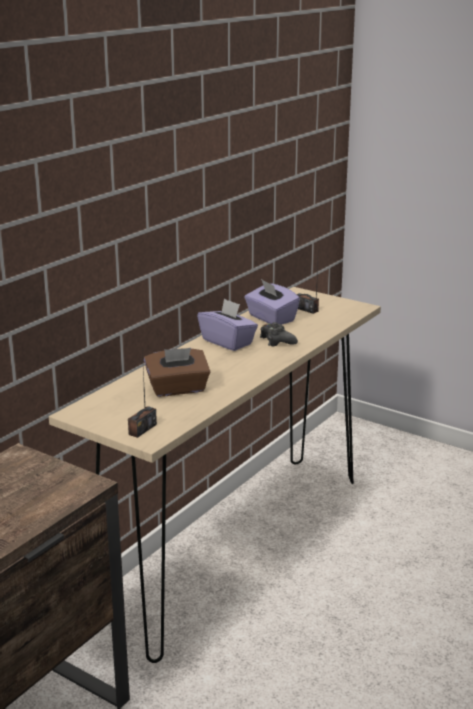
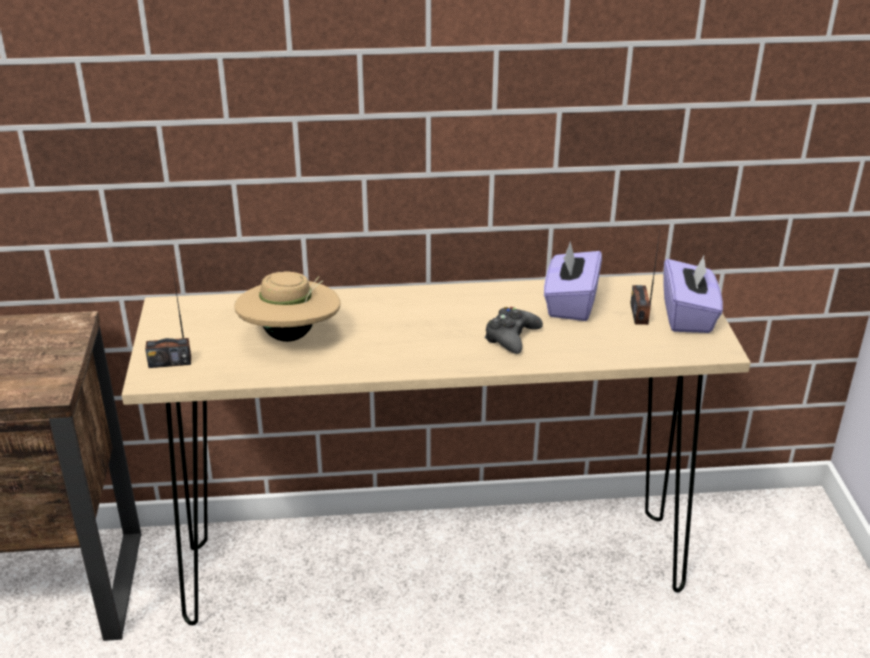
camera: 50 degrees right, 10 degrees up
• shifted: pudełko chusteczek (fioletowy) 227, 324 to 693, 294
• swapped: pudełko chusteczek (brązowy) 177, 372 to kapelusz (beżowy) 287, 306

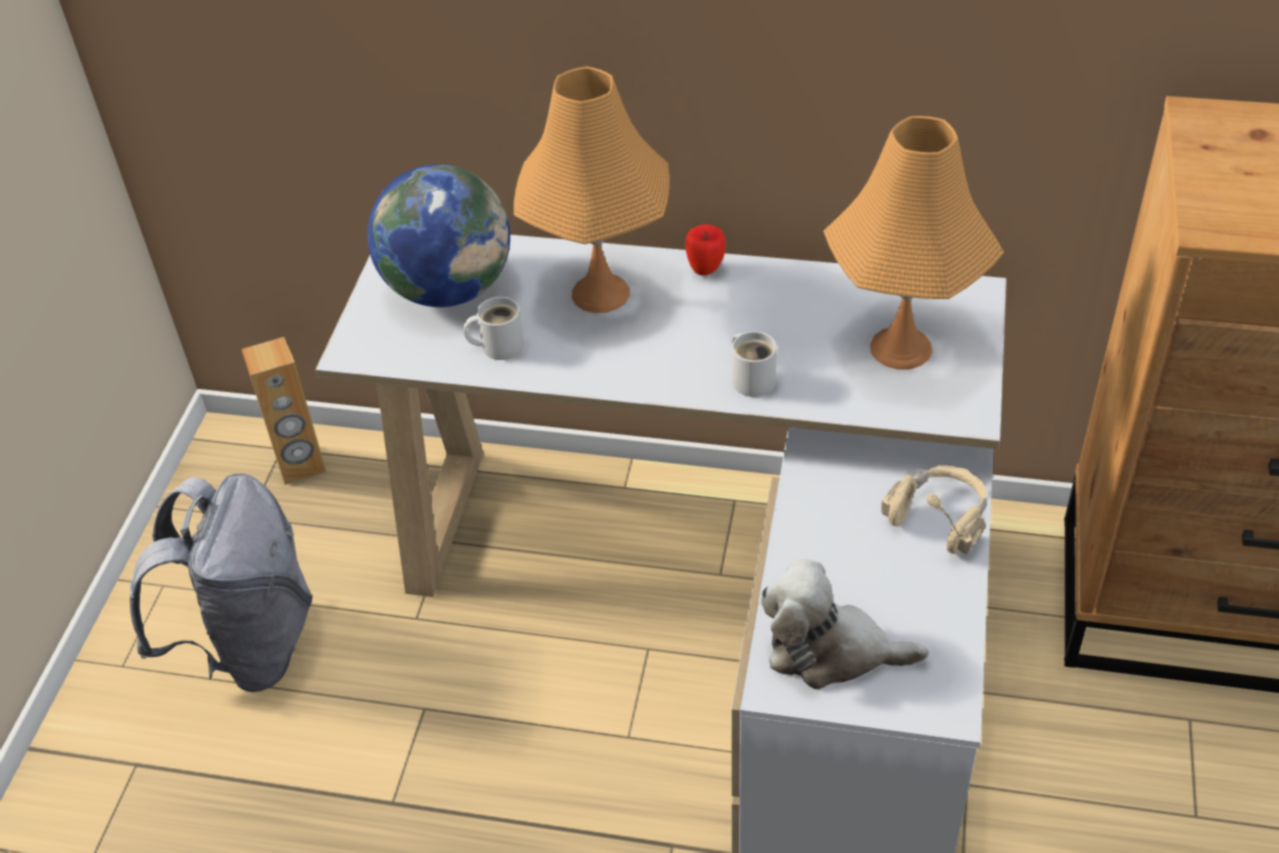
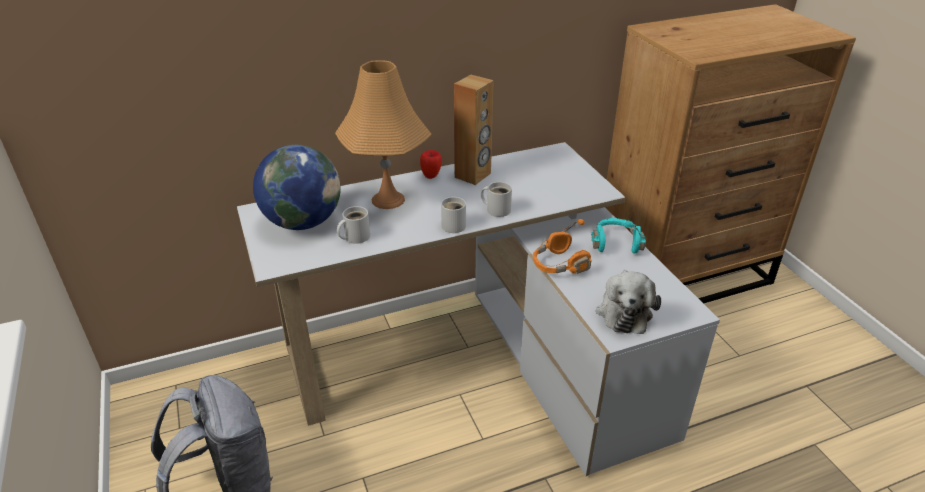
camera: 35 degrees left, 10 degrees down
• gone: lampa stołowa (pomarańczowy) 913, 242
• new: kubek (biały) 453, 215
• new: słuchawki (pomarańczowy) 562, 246
• shifted: głośnik (brązowy) 284, 411 to 474, 129
• repainted: słuchawki (beżowy) 934, 509 to słuchawki (turkusowy) 618, 236
• rotated: pluszak 845, 624 = 628, 302 60 degrees counterclockwise

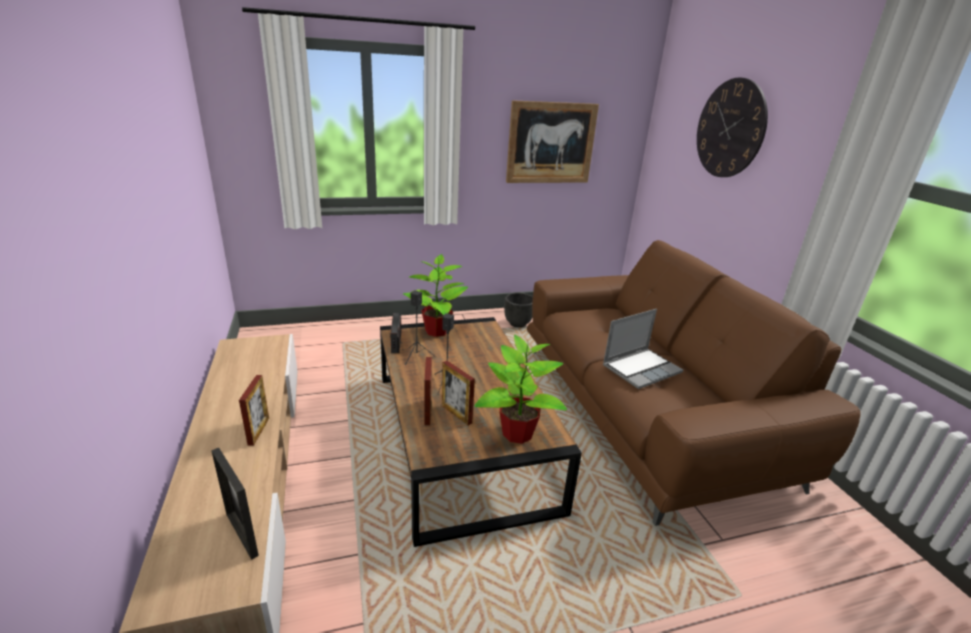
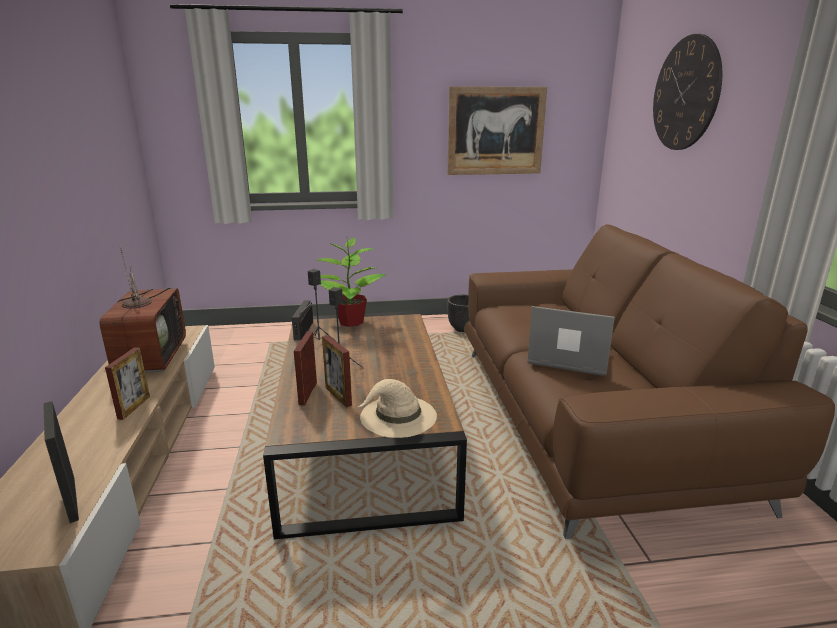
camera: 10 degrees right, 5 degrees down
• new: telewizor 142, 309
• swapped: roślina doniczkowa 521, 389 to kapelusz (beżowy) 397, 408
• rotated: laptop 643, 349 = 571, 341 135 degrees counterclockwise

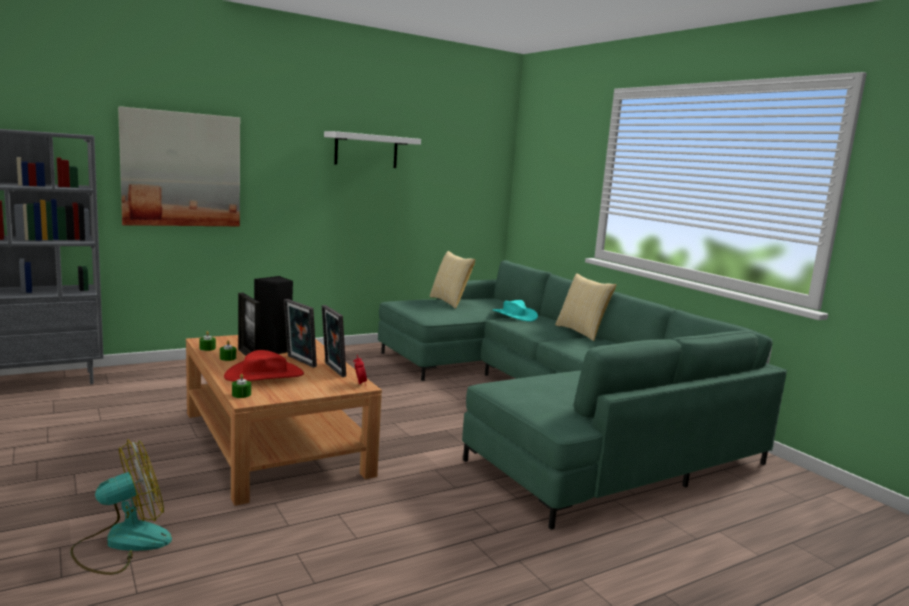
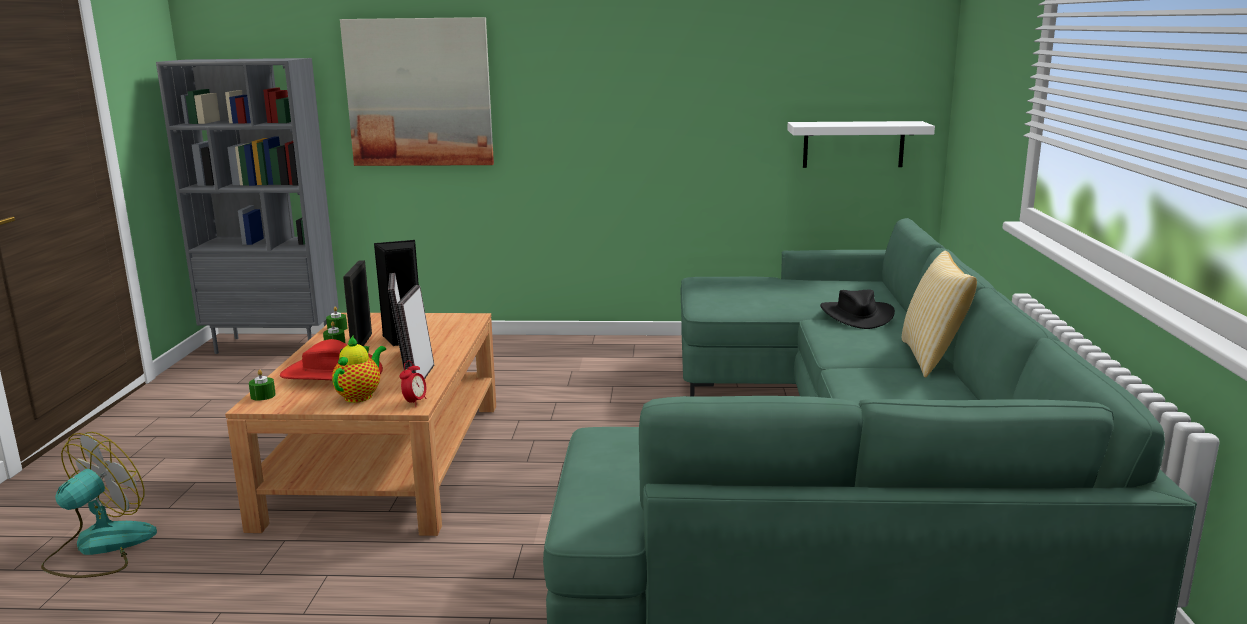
camera: 35 degrees right, 5 degrees up
• gone: poduszka 452, 280
• new: imbryk 359, 369
• shifted: półka (biały) 372, 149 to 861, 144
• repainted: kapelusz (turkusowy) 515, 310 to kapelusz (czarny) 857, 309
• rotated: wentylator 121, 507 = 99, 505 60 degrees counterclockwise

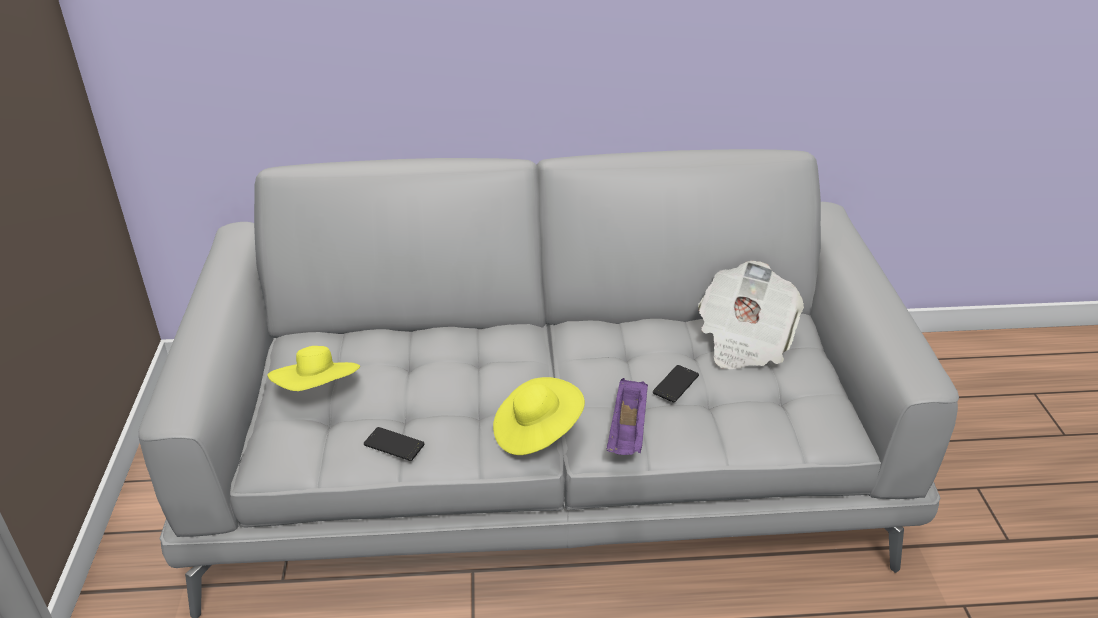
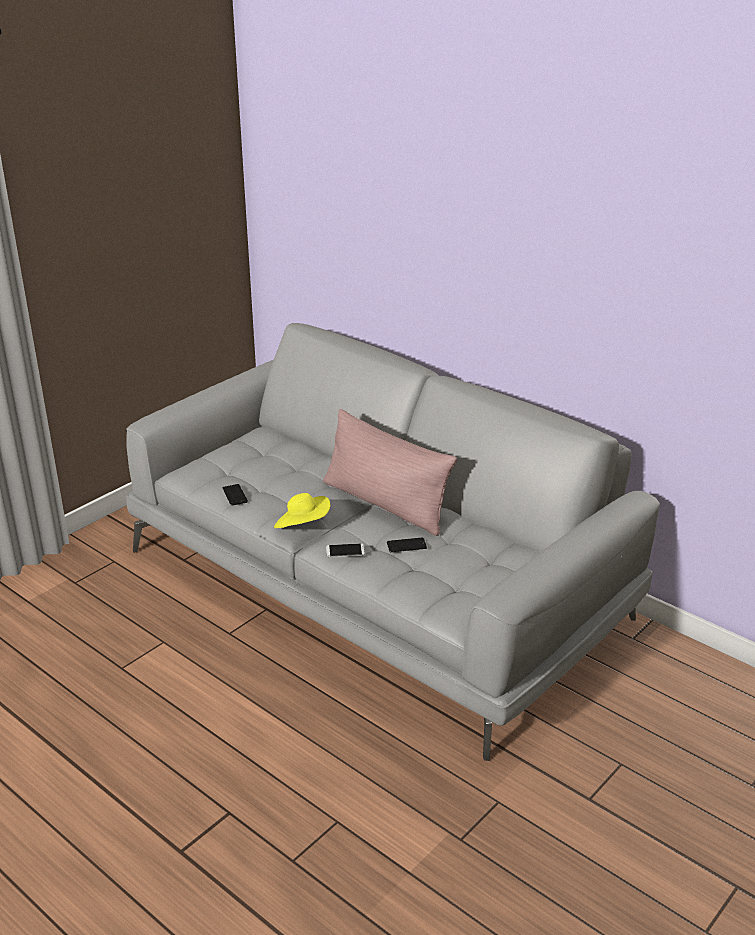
camera: 45 degrees right, 5 degrees down
• gone: kapelusz (żółty) 313, 368
• gone: gazeta 751, 315
• new: poduszka (różowy) 390, 472
• swapped: taca (fioletowy) 627, 416 to telefon 345, 550

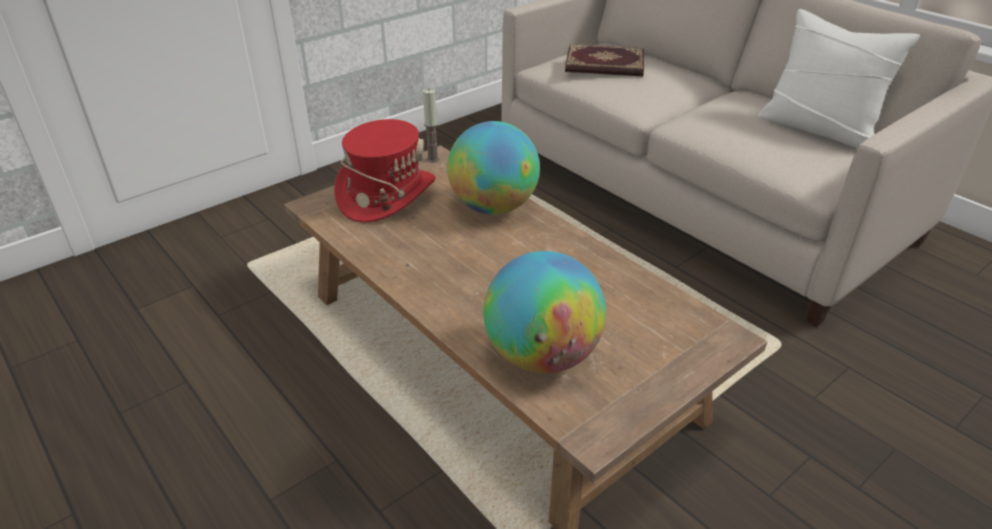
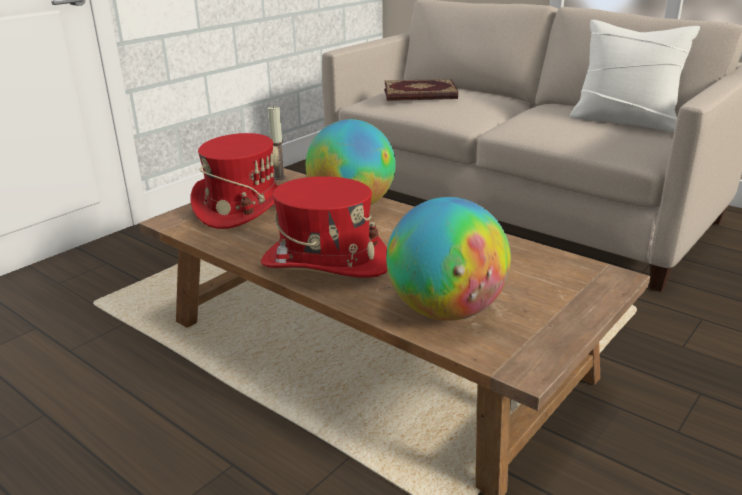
camera: 10 degrees left, 10 degrees down
• new: kapelusz (czerwony) 324, 227

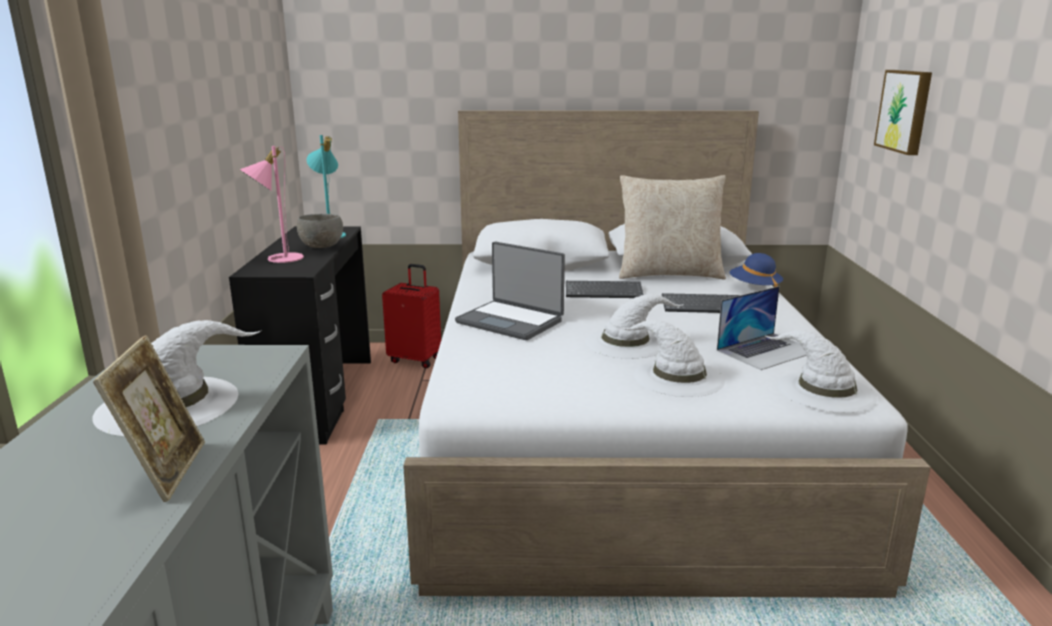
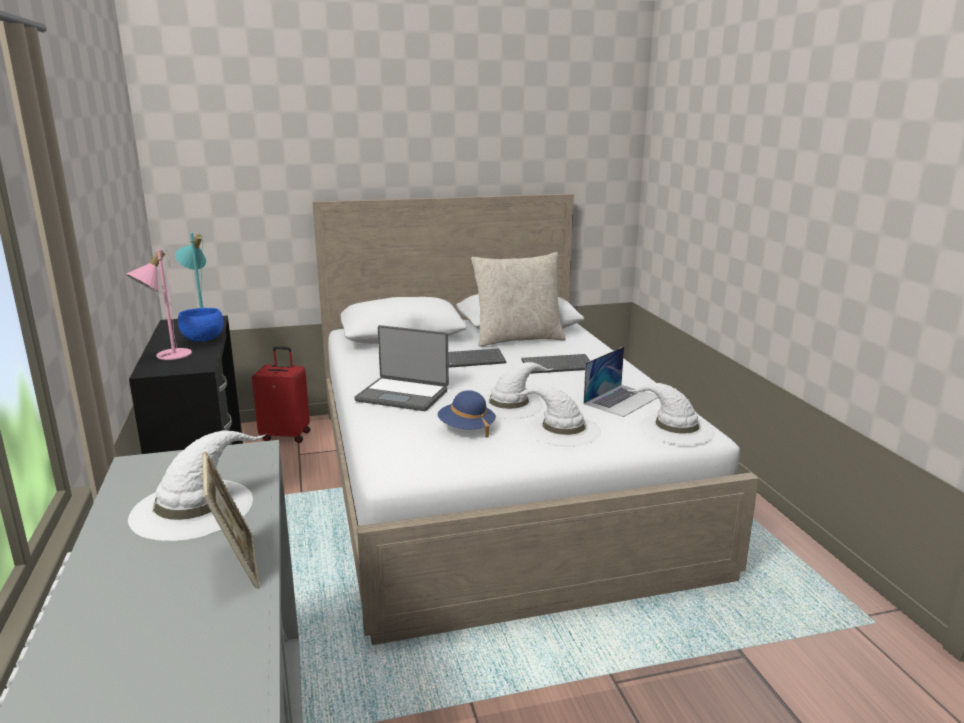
camera: 15 degrees left, 0 degrees up
• gone: obraz 903, 112
• shifted: kapelusz (niebieski) 756, 270 to 467, 414
• repainted: miska (szary) 320, 231 to miska (niebieski) 201, 325

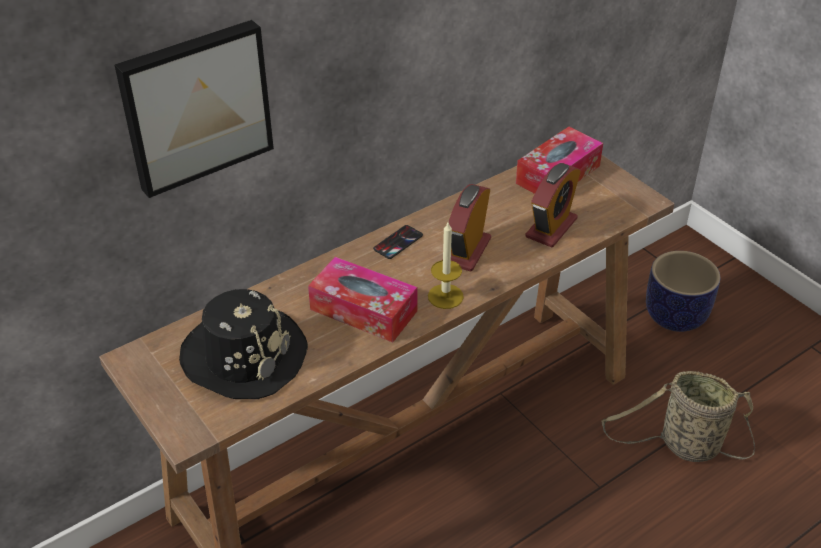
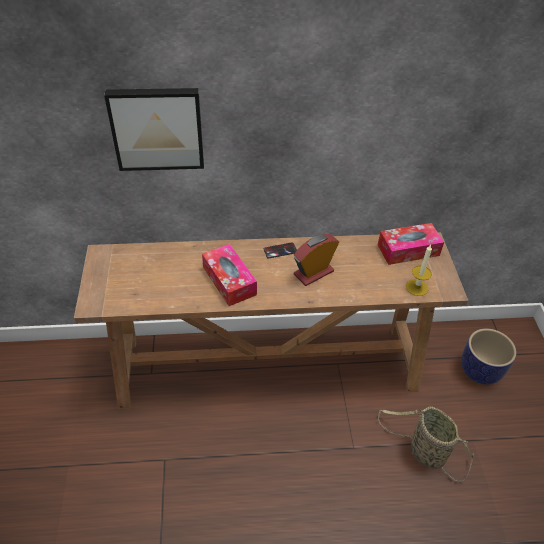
camera: 30 degrees right, 5 degrees up
• gone: kapelusz (czarny) 243, 344
• gone: budzik 553, 205
• shifted: świeca 446, 265 to 419, 270

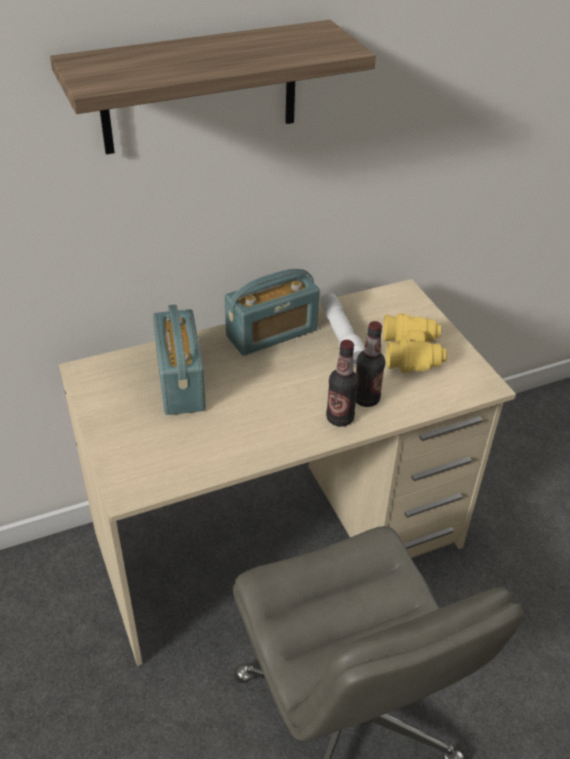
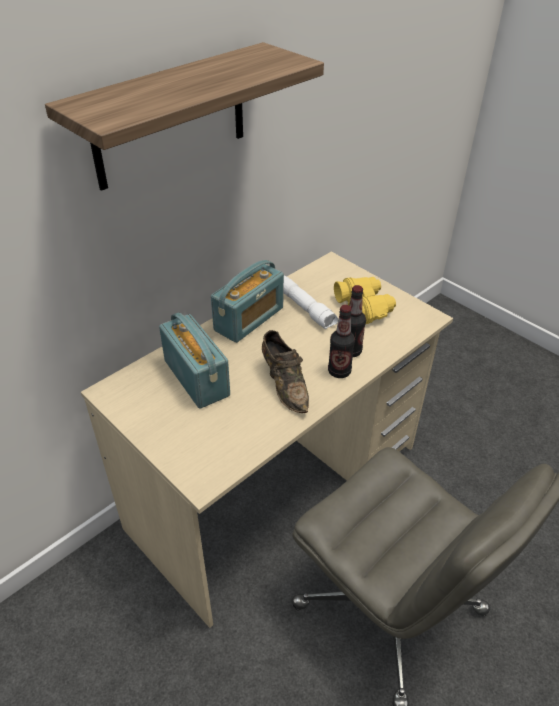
camera: 20 degrees left, 0 degrees up
• new: but (brązowy) 285, 371

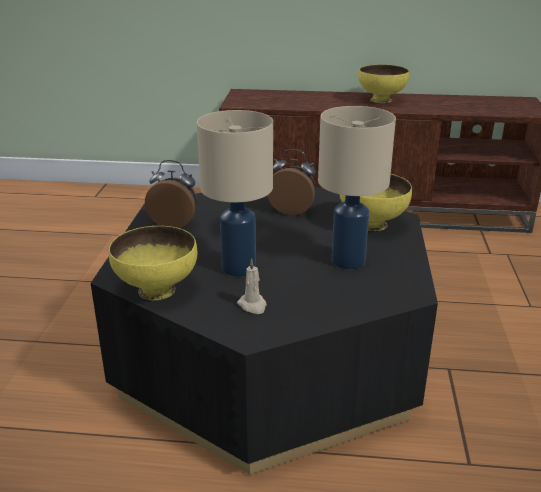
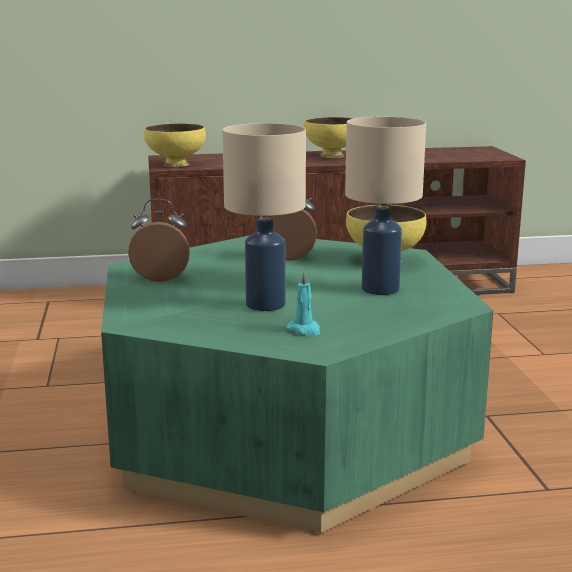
camera: 15 degrees left, 10 degrees down
• shifted: miska (żółty) 153, 263 to 175, 145
• repainted: ława (czarny) 264, 330 to ława (zielony) 297, 384
• repainted: świeca (beżowy) 252, 286 to świeca (turkusowy) 303, 304

